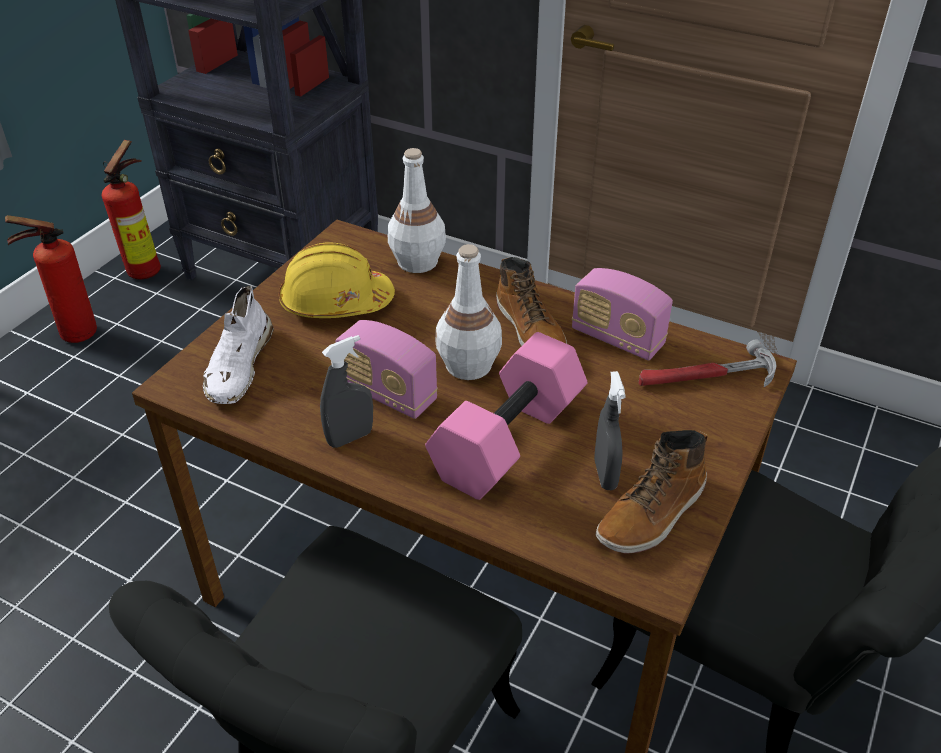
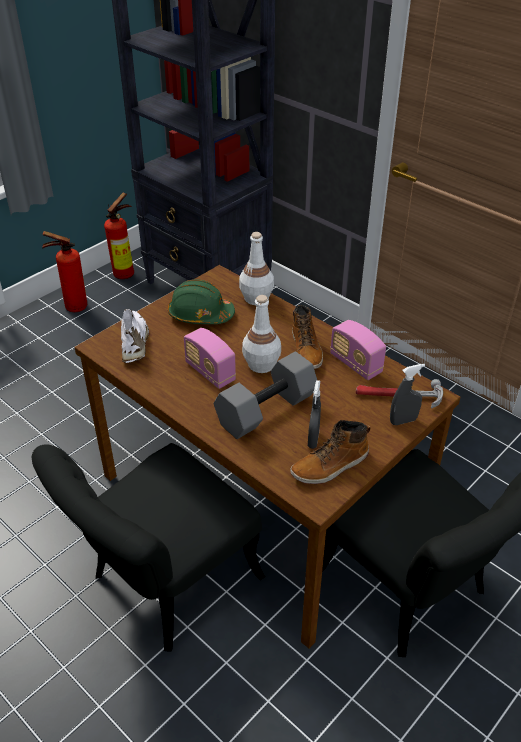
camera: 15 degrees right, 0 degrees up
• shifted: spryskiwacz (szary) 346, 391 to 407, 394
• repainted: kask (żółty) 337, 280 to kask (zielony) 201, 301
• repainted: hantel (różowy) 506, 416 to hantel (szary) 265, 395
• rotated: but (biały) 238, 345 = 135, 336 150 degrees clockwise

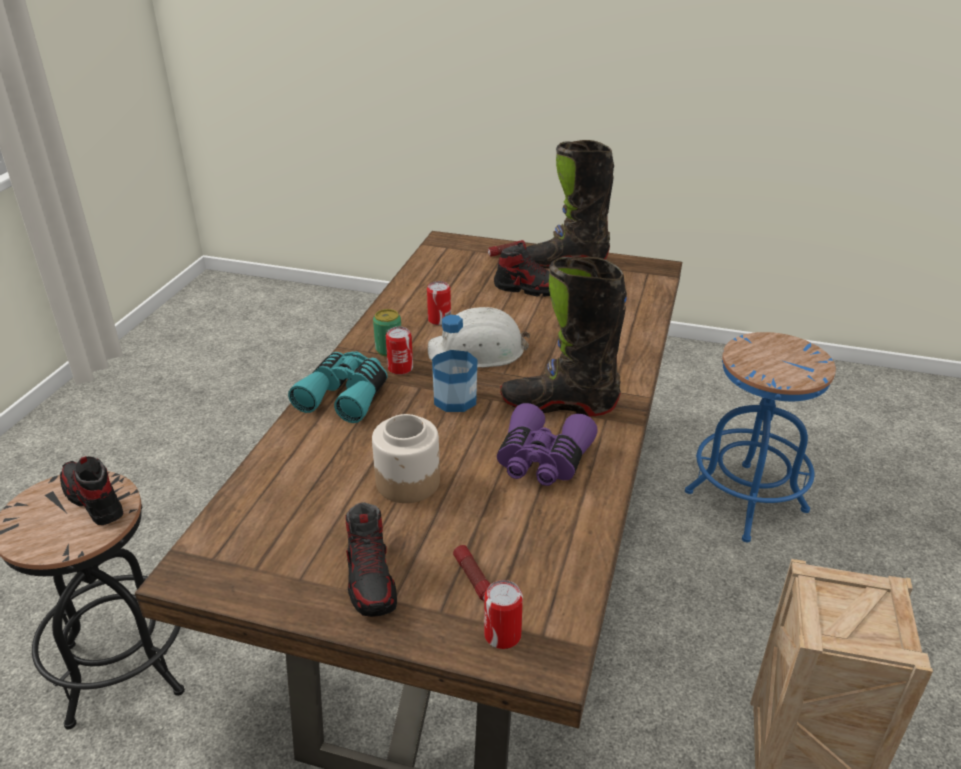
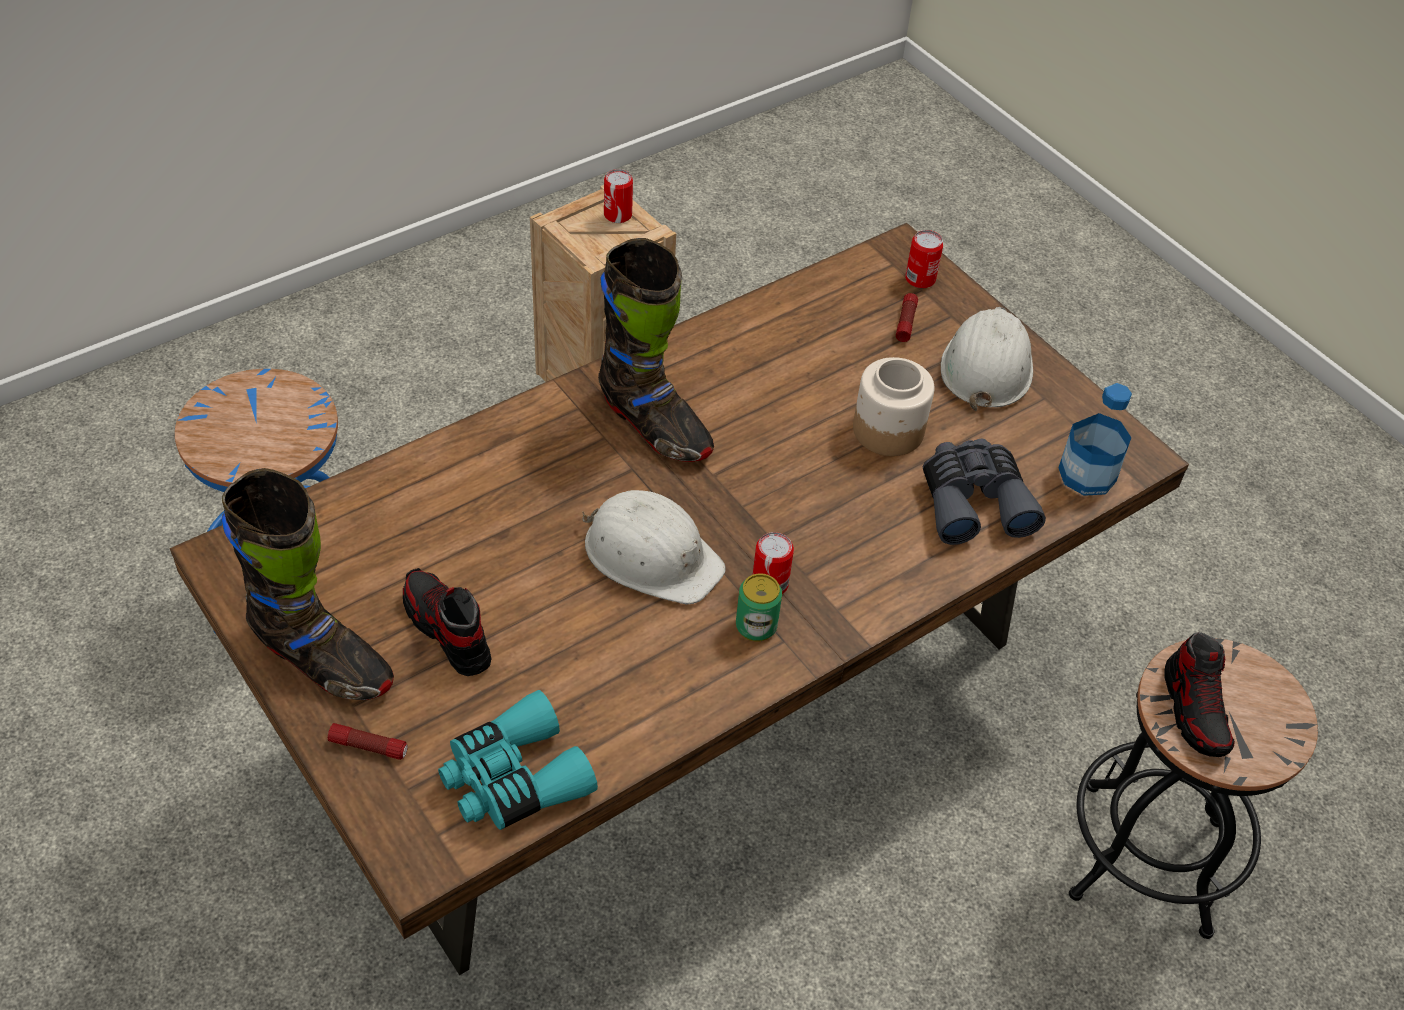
camera: 145 degrees left, 15 degrees up
• gone: lornetka (fioletowy) 547, 444
• new: lornetka (szary) 984, 492
• shifted: lornetka (turkusowy) 338, 387 to 518, 760
• shifted: puszka 439, 303 to 618, 196
• shifted: butelka 454, 363 to 1095, 439
• swapped: but 371, 559 to kask (biały) 987, 359

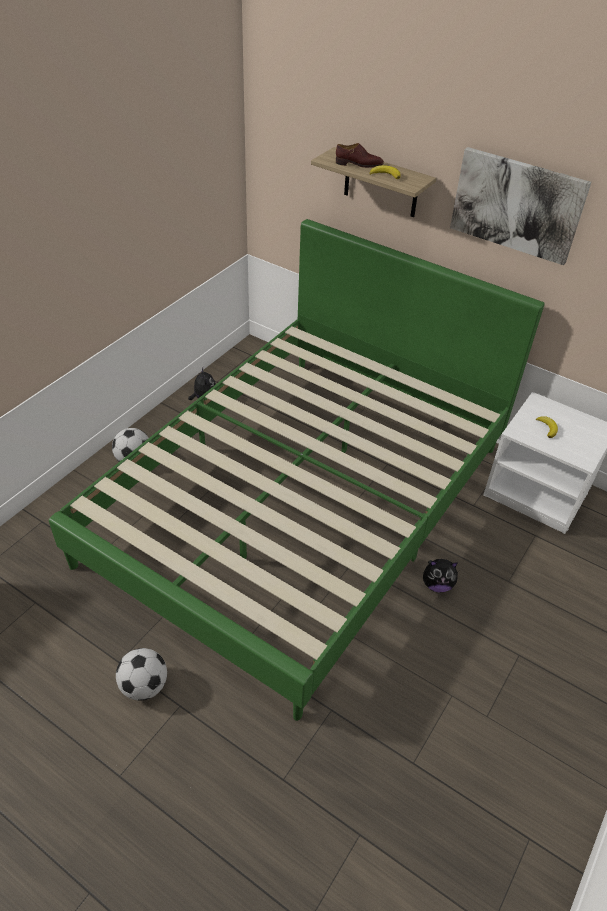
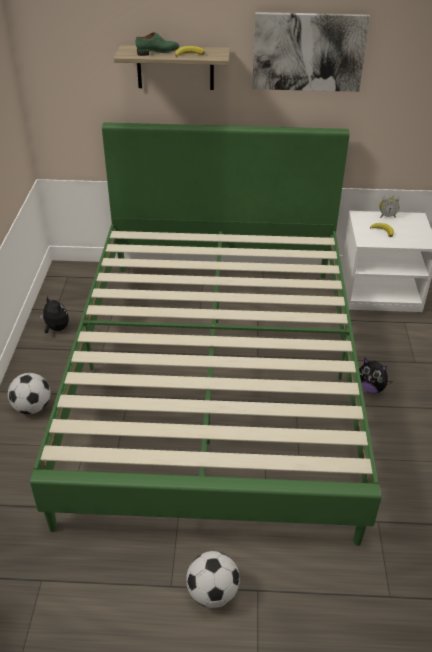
camera: 30 degrees left, 5 degrees down
• new: budzik 389, 206
• repainted: but (brązowy) 360, 155 to but (zielony) 157, 44
• rotated: pluszak 441, 575 = 375, 376 60 degrees clockwise

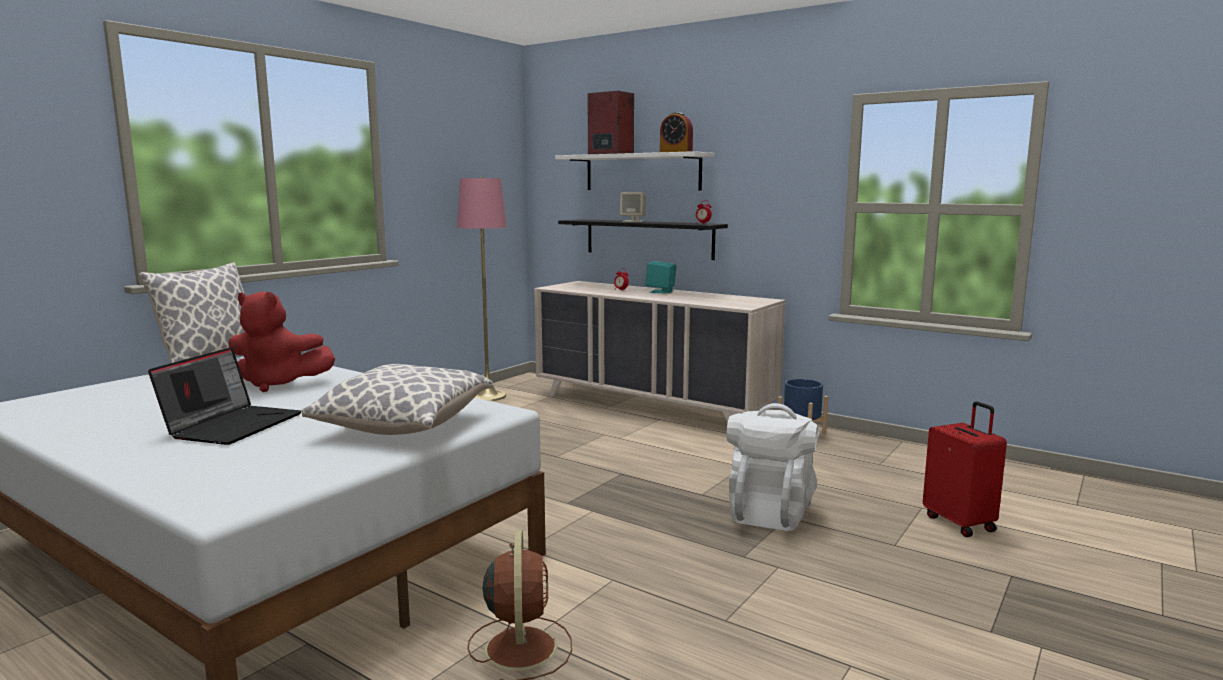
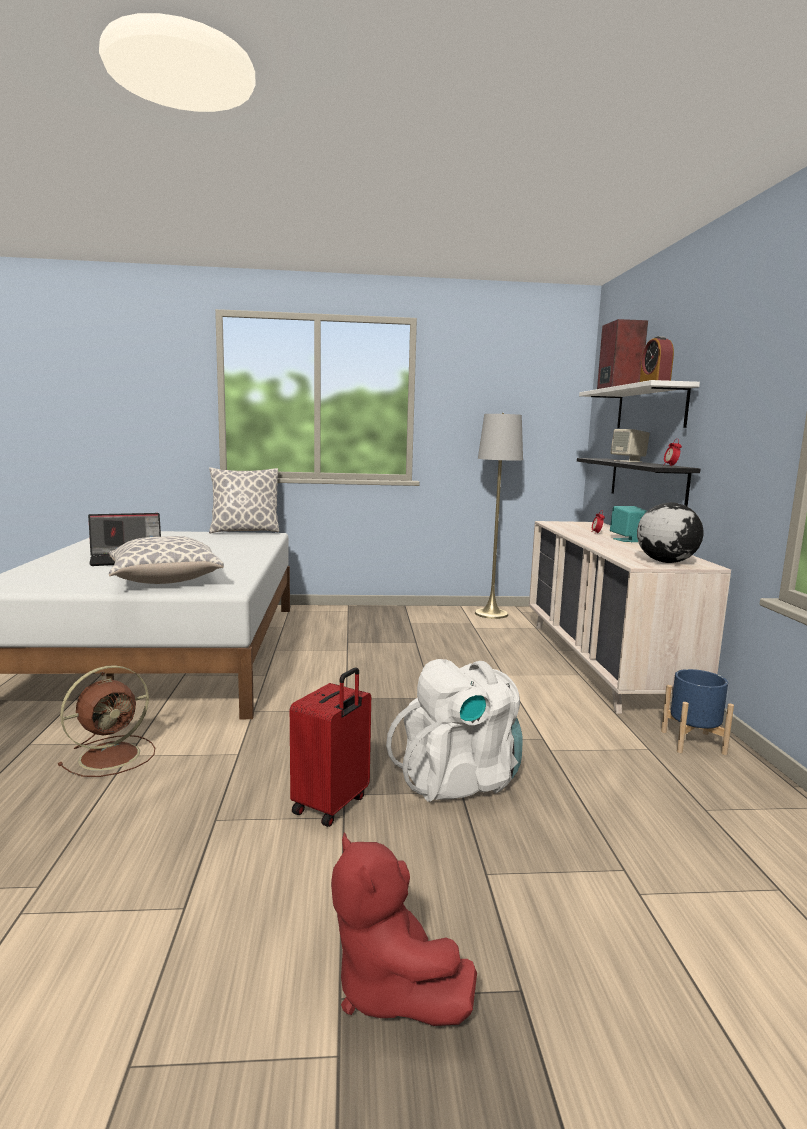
camera: 50 degrees right, 0 degrees up
• new: globus 670, 532
• shifted: pluszak (czerwony) 281, 341 to 404, 929
• shifted: walizka (czerwony) 965, 469 to 330, 747
• repainted: lampa stojąca (różowy) 482, 289 to lampa stojąca (szary) 499, 516

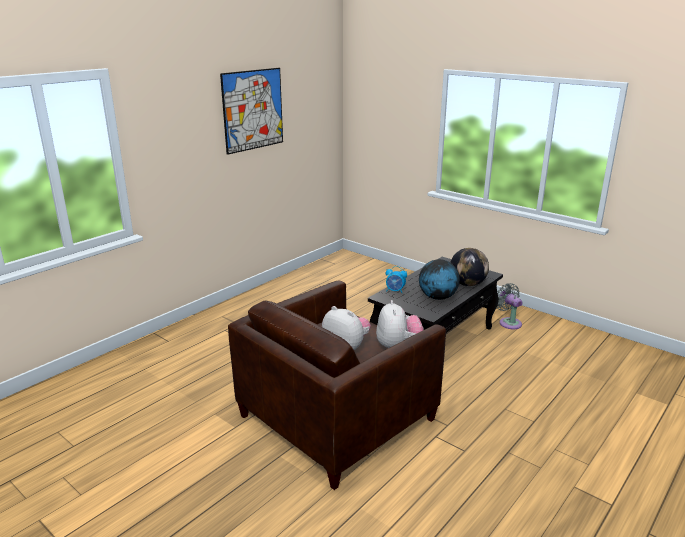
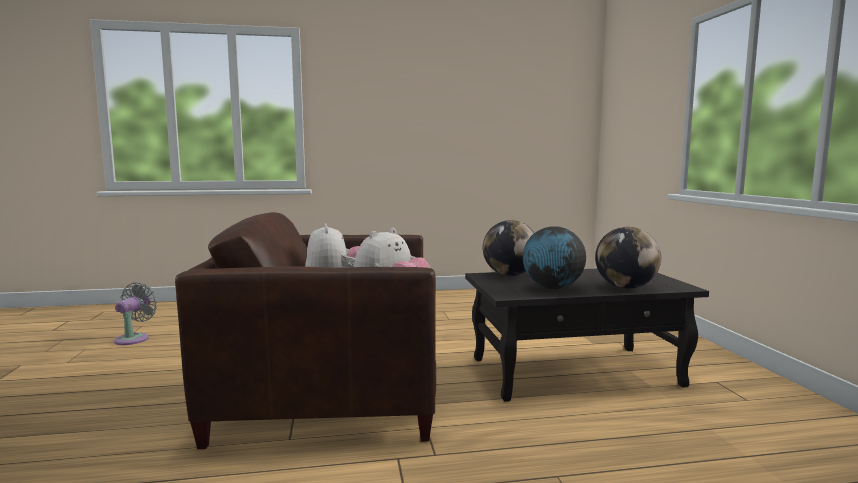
camera: 40 degrees right, 15 degrees down
• gone: obraz 251, 111
• shifted: wentylator (szary) 509, 306 to 136, 313
• swapped: budzik 396, 279 to globus 508, 248

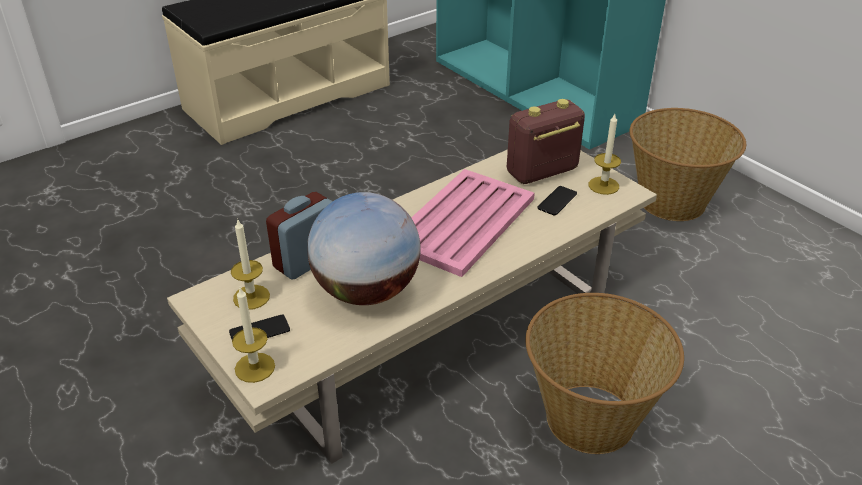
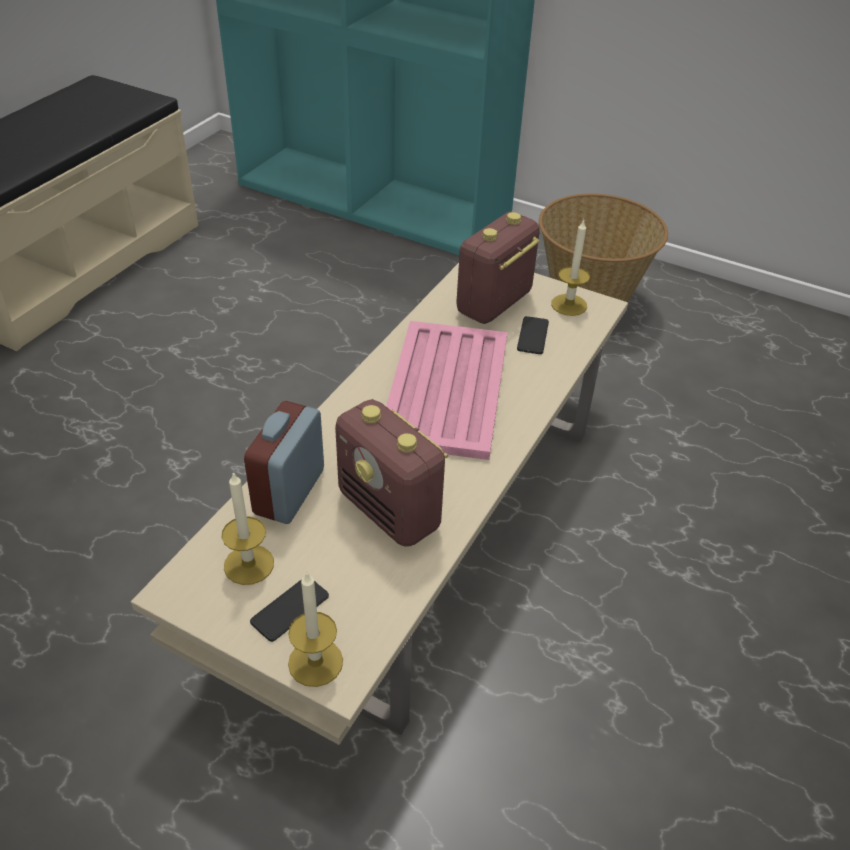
camera: 25 degrees left, 5 degrees up
• gone: koszyk 605, 373
• swapped: globus 364, 248 to radio 392, 473

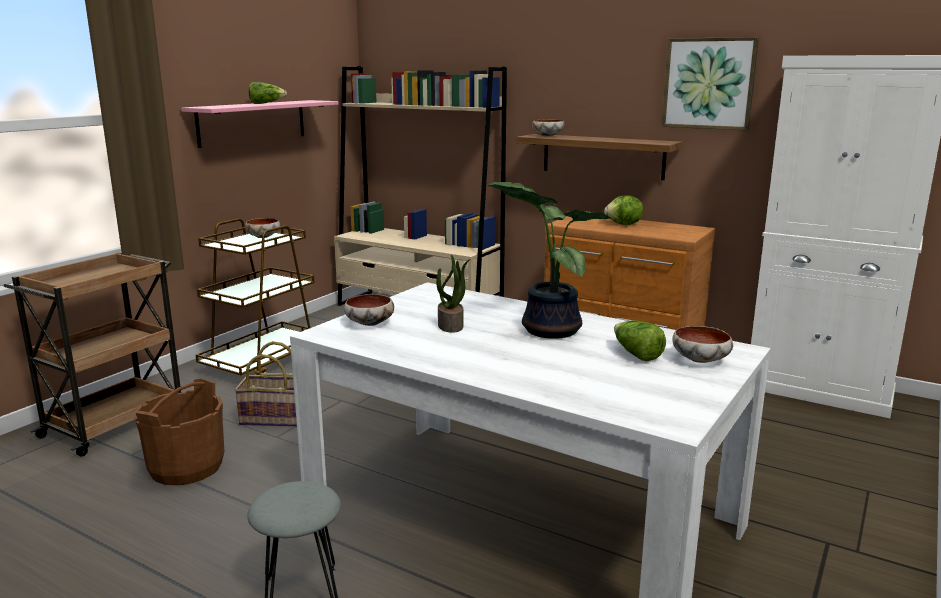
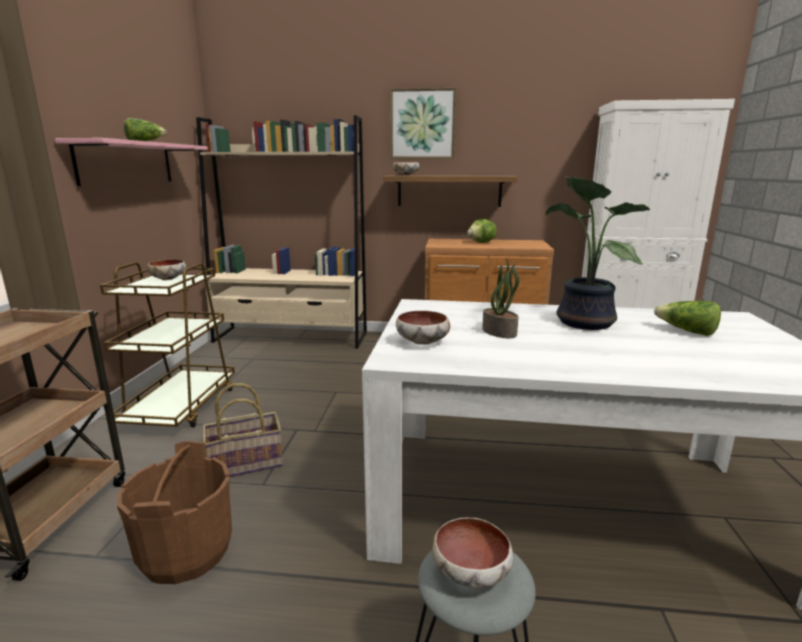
camera: 25 degrees left, 0 degrees up
• shifted: obraz 710, 83 to 423, 123
• shifted: miska 702, 344 to 473, 553

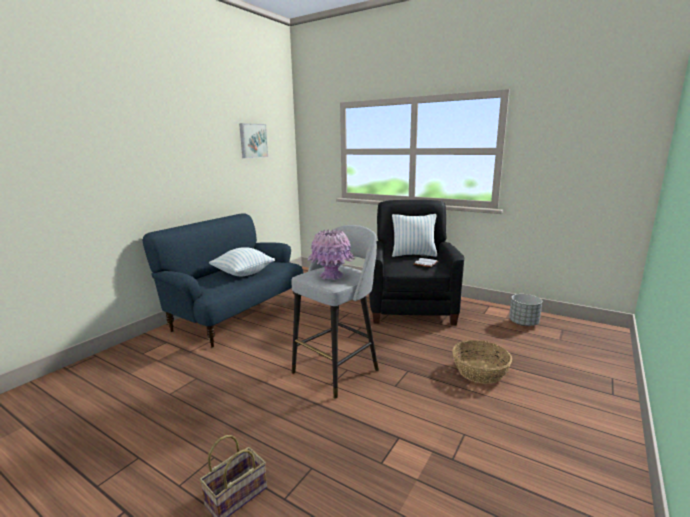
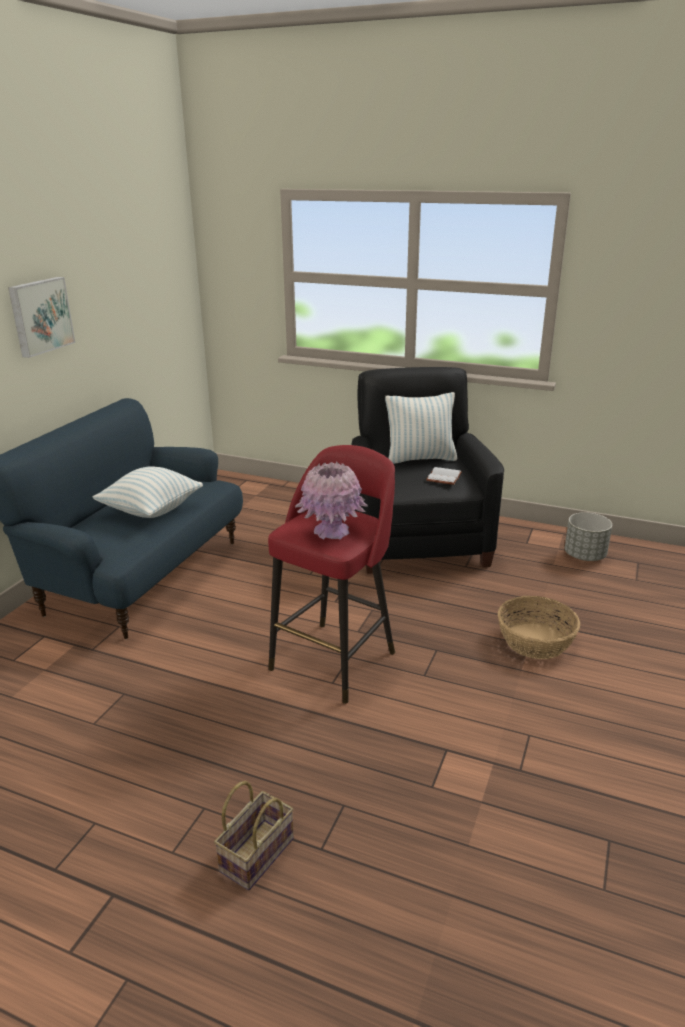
camera: 10 degrees left, 10 degrees up
• shifted: obraz 253, 140 to 41, 317
• repainted: stołek (szary) 335, 312 to stołek (czerwony) 331, 574

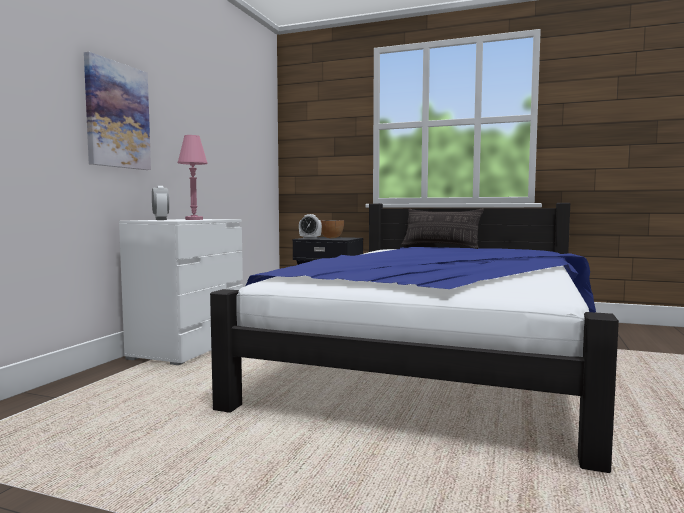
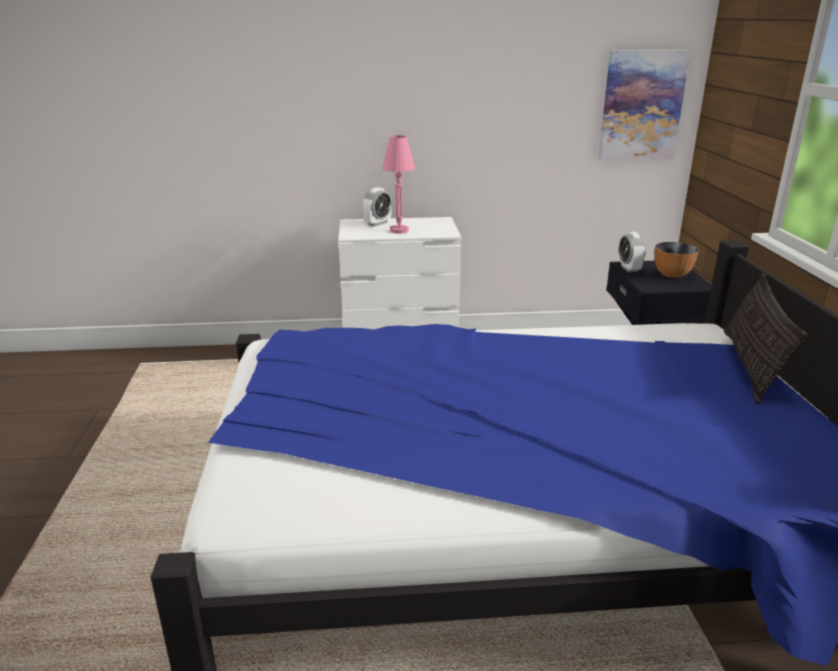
camera: 65 degrees right, 20 degrees up
• shifted: obraz 117, 111 to 644, 104

